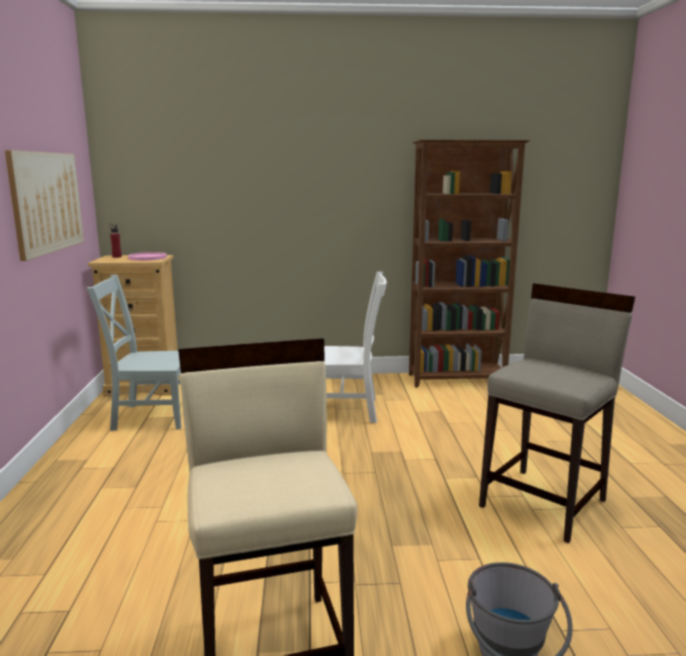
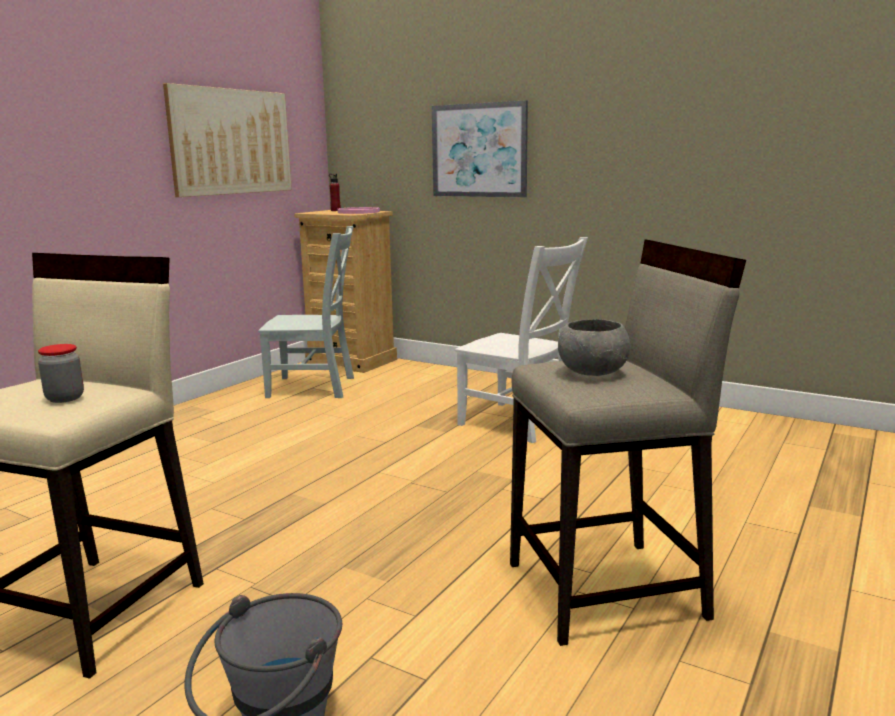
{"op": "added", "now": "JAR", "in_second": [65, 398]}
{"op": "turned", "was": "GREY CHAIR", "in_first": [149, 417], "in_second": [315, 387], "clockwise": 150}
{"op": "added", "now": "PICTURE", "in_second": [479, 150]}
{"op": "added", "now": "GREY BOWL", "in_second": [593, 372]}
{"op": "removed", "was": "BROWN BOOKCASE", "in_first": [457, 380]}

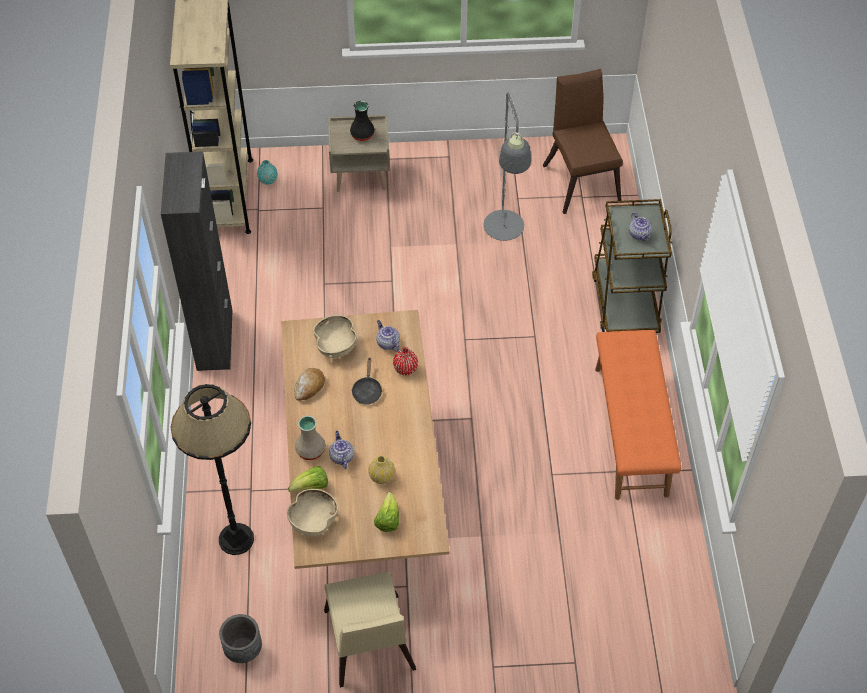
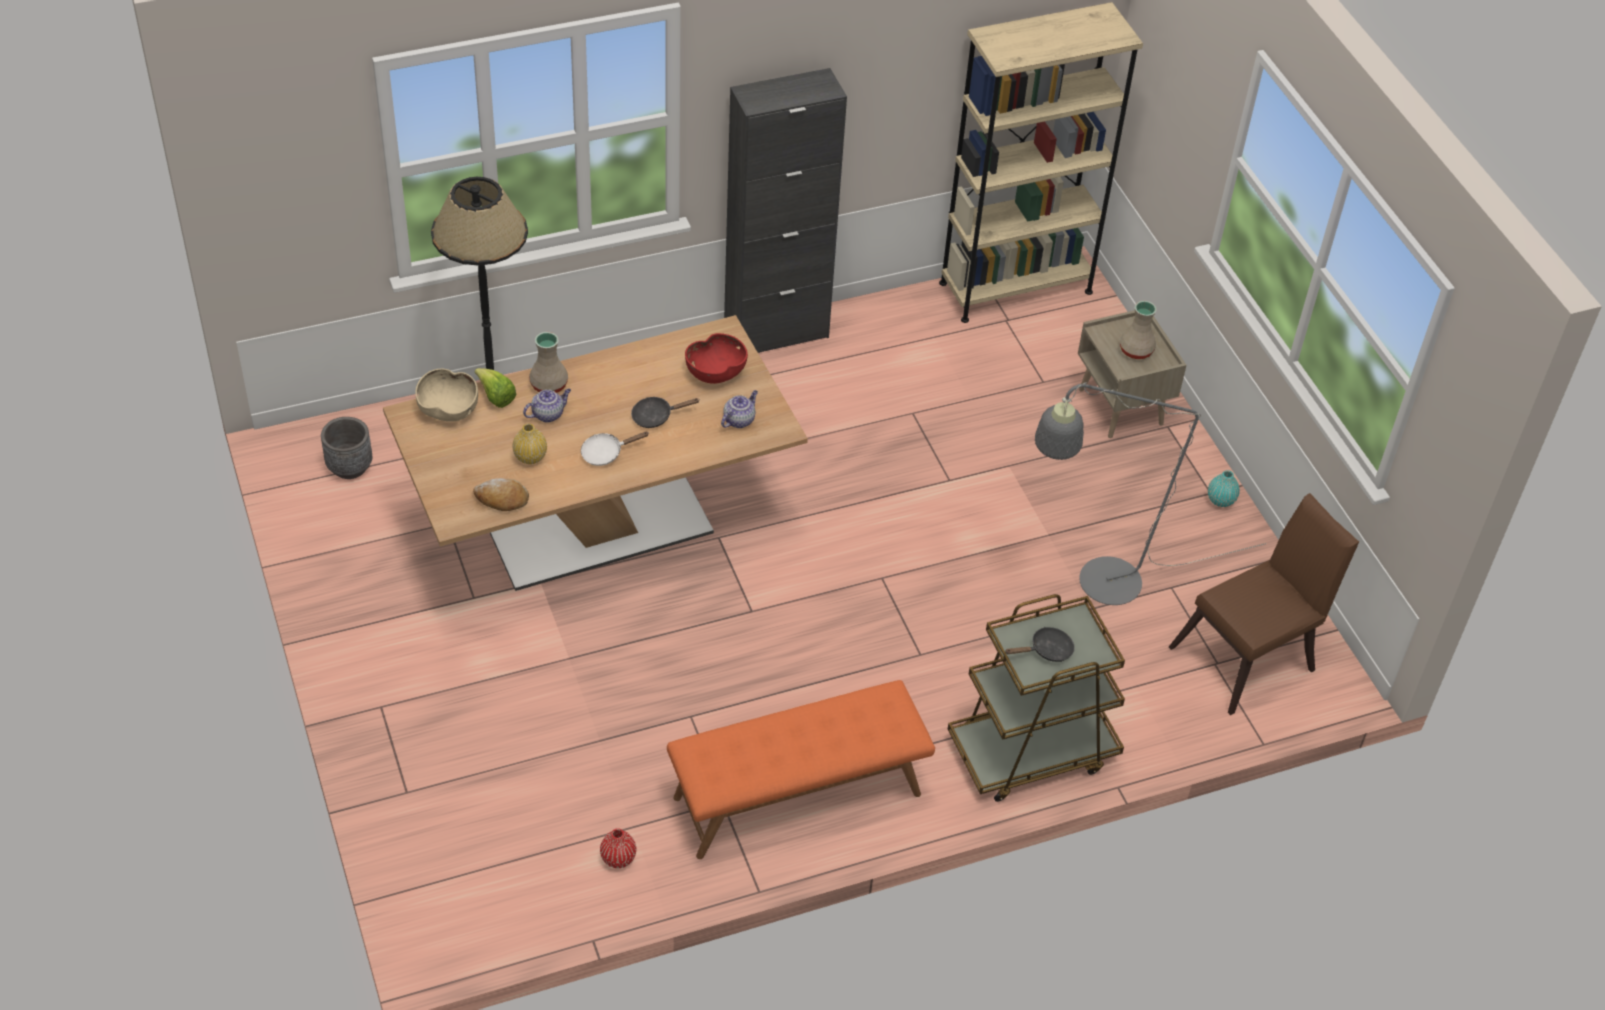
{"op": "moved", "was": "BREAD", "in_first": [309, 387], "in_second": [502, 499]}
{"op": "added", "now": "WHITE FRYING PAN", "in_second": [606, 453]}
{"op": "moved", "was": "RED VASE", "in_first": [405, 369], "in_second": [618, 858]}
{"op": "recoloured", "was": "BEIGE BOWL", "now": "RED BOWL", "in_first": [336, 346], "in_second": [716, 373]}
{"op": "replaced", "was": "TEAPOT", "now": "BLACK FRYING PAN", "in_first": [639, 234], "in_second": [1047, 650]}
{"op": "recoloured", "was": "BLACK VASE", "now": "BEIGE VASE", "in_first": [362, 135], "in_second": [1135, 350]}
{"op": "moved", "was": "TURQUOISE VASE", "in_first": [268, 180], "in_second": [1221, 500]}
{"op": "removed", "was": "BEIGE CHAIR", "in_first": [369, 647]}
{"op": "removed", "was": "LETTUCE", "in_first": [387, 519]}

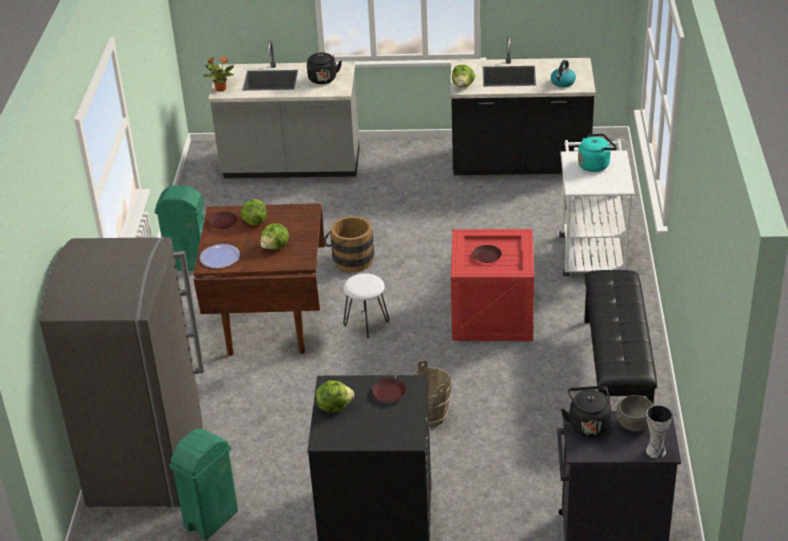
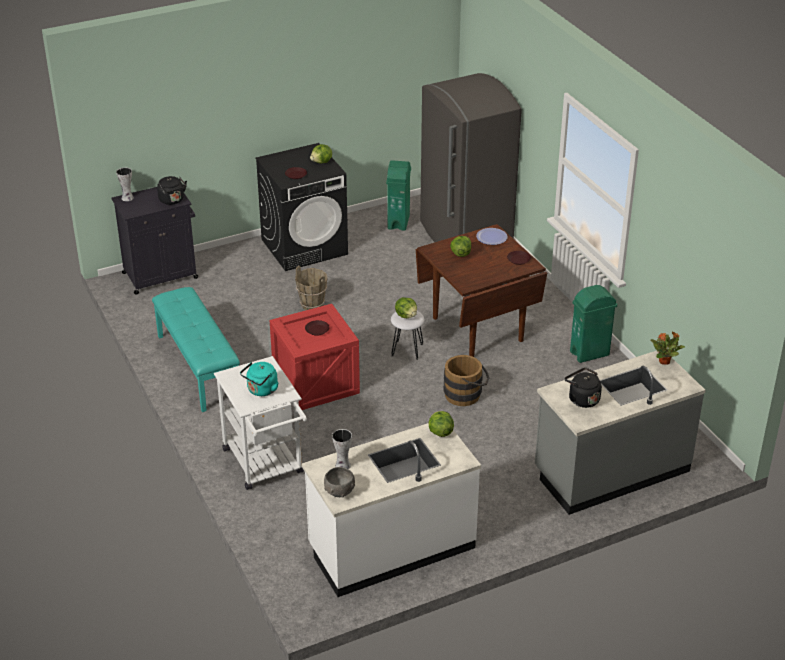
{"op": "recoloured", "was": "BLACK BENCH", "now": "TURQUOISE BENCH", "in_first": [616, 373], "in_second": [197, 367]}
{"op": "recoloured", "was": "BLACK COUNTER", "now": "WHITE COUNTER", "in_first": [520, 163], "in_second": [391, 547]}
{"op": "moved", "was": "GREY BOWL", "in_first": [634, 424], "in_second": [339, 491]}
{"op": "replaced", "was": "KETTLE", "now": "VASE", "in_first": [562, 82], "in_second": [342, 466]}
{"op": "moved", "was": "LETTUCE", "in_first": [254, 221], "in_second": [406, 315]}

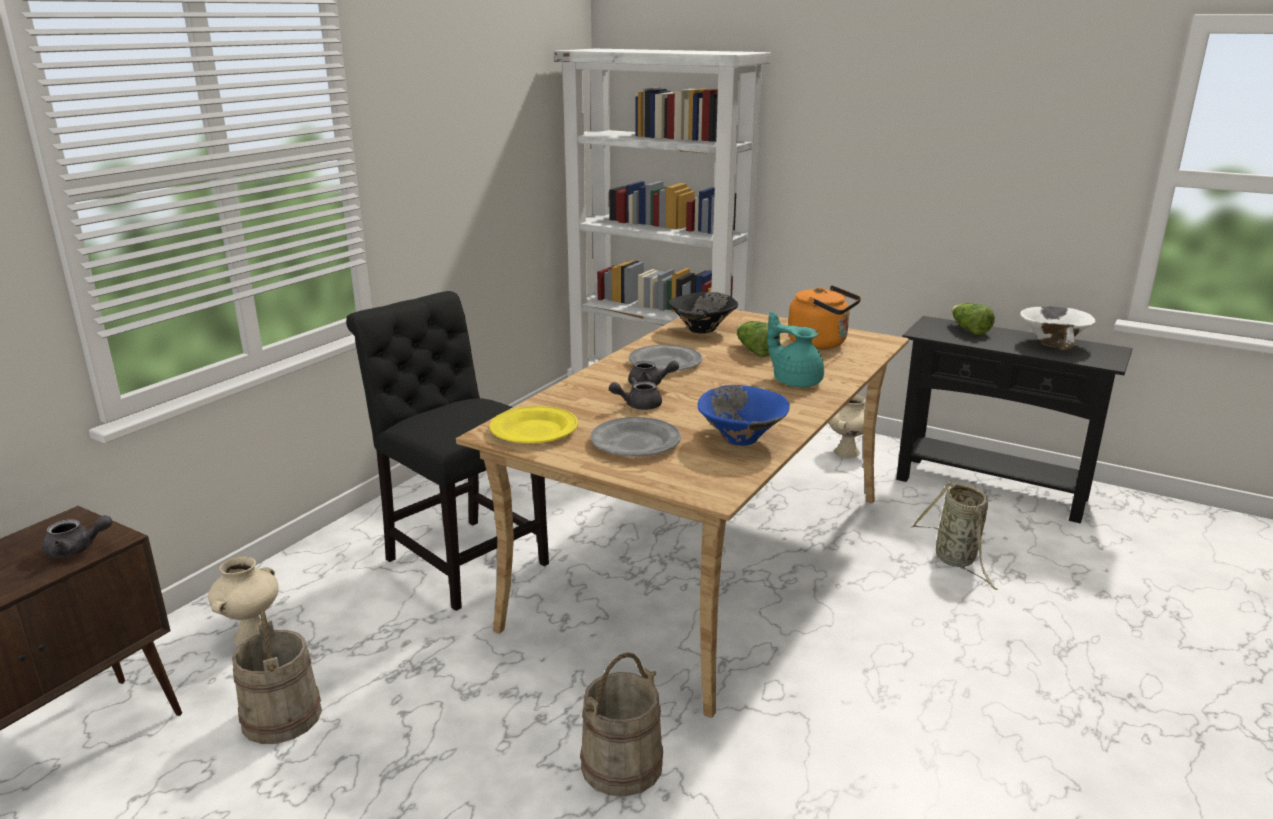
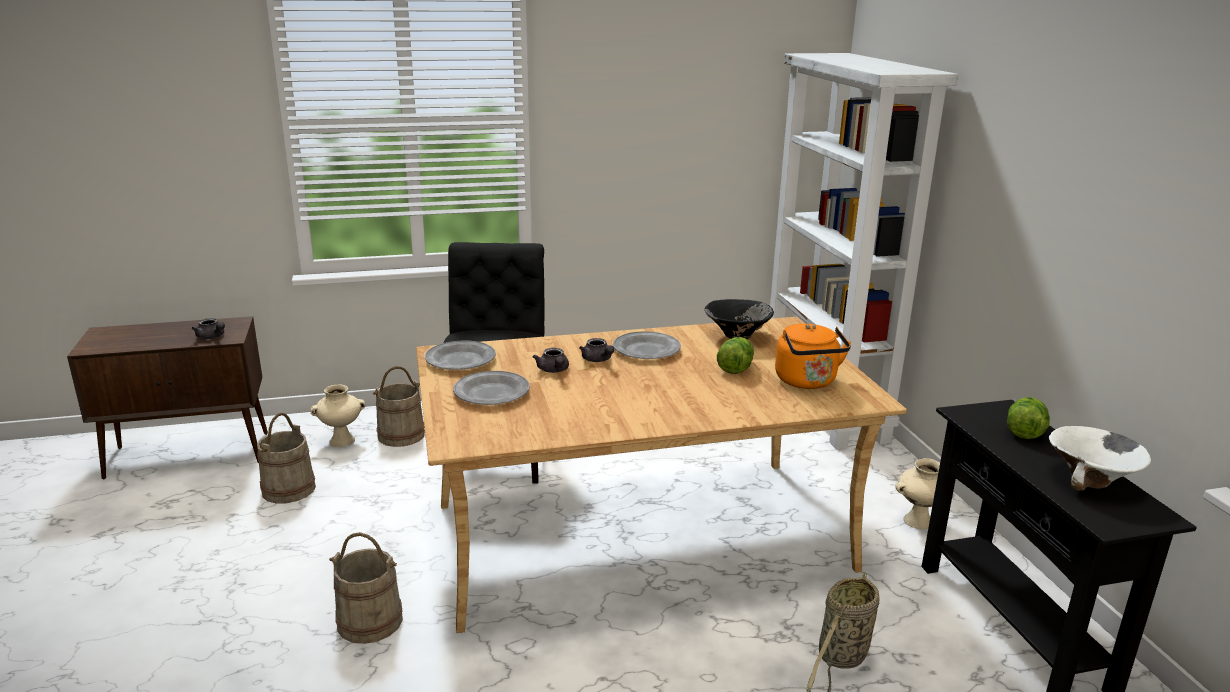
{"op": "added", "now": "BEIGE BUCKET", "in_second": [401, 435]}
{"op": "recoloured", "was": "YELLOW PLATE", "now": "GREY PLATE", "in_first": [533, 430], "in_second": [460, 360]}
{"op": "turned", "was": "GREY TEAPOT", "in_first": [637, 405], "in_second": [553, 370], "clockwise": -135}
{"op": "removed", "was": "BLUE BOWL", "in_first": [741, 440]}
{"op": "removed", "was": "TURQUOISE TEAPOT", "in_first": [795, 381]}

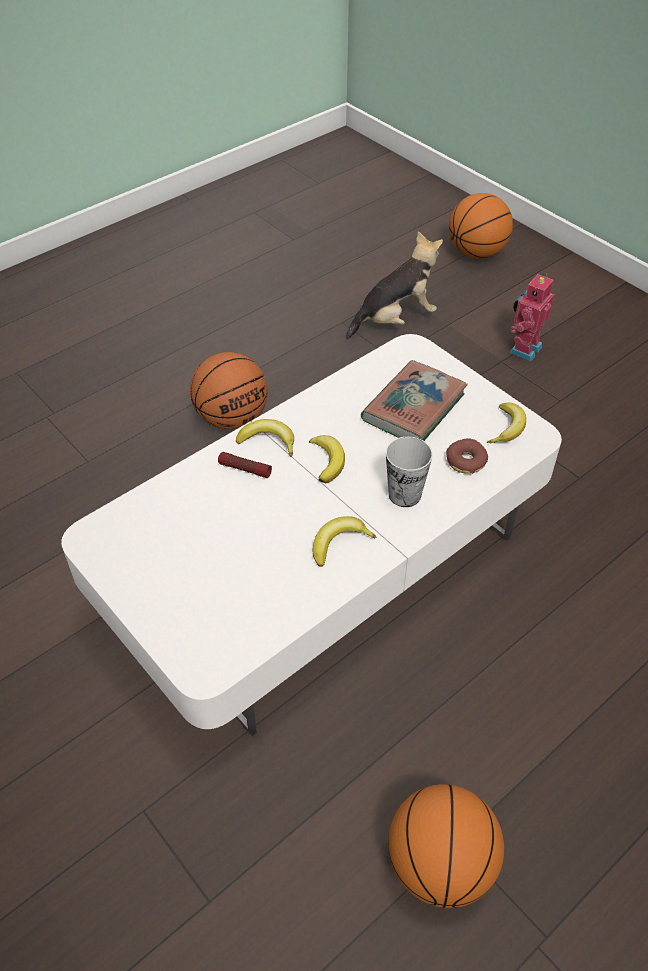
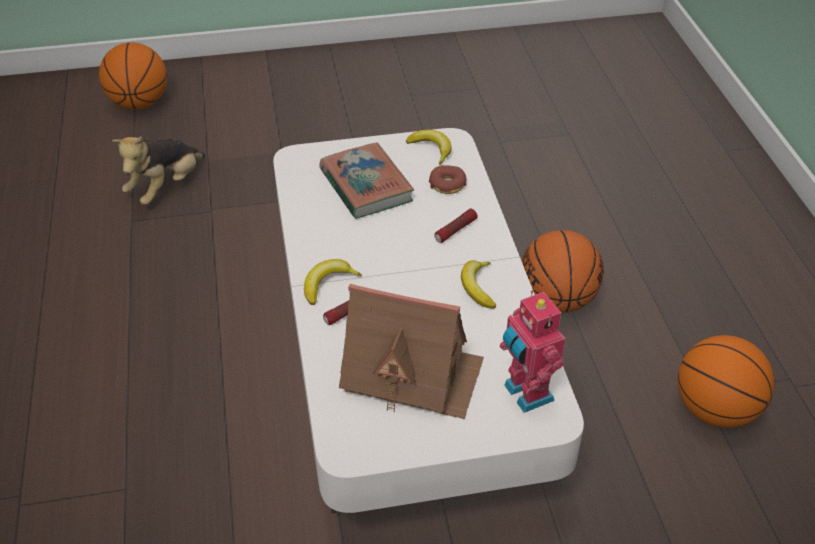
{"op": "turned", "was": "PLUSH TOY", "in_first": [395, 319], "in_second": [166, 187], "clockwise": -150}
{"op": "added", "now": "TOY HOUSE", "in_second": [412, 374]}
{"op": "replaced", "was": "CUP", "now": "FLASHLIGHT", "in_first": [404, 494], "in_second": [455, 230]}
{"op": "moved", "was": "TOY ROBOT", "in_first": [523, 349], "in_second": [525, 394]}
{"op": "moved", "was": "BASKETBALL", "in_first": [232, 418], "in_second": [557, 300]}
{"op": "removed", "was": "BANANA", "in_first": [328, 460]}

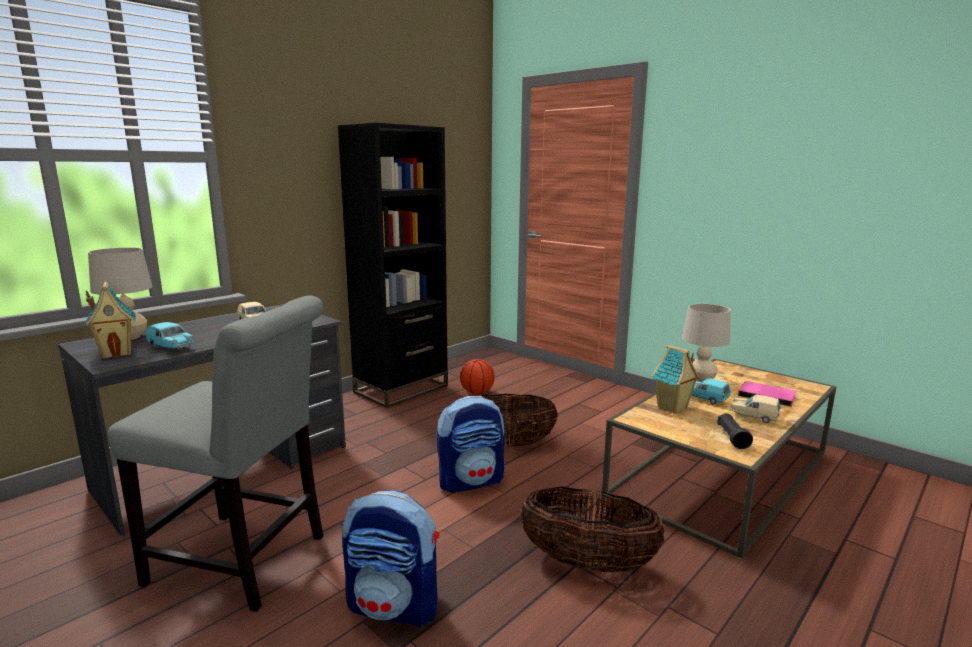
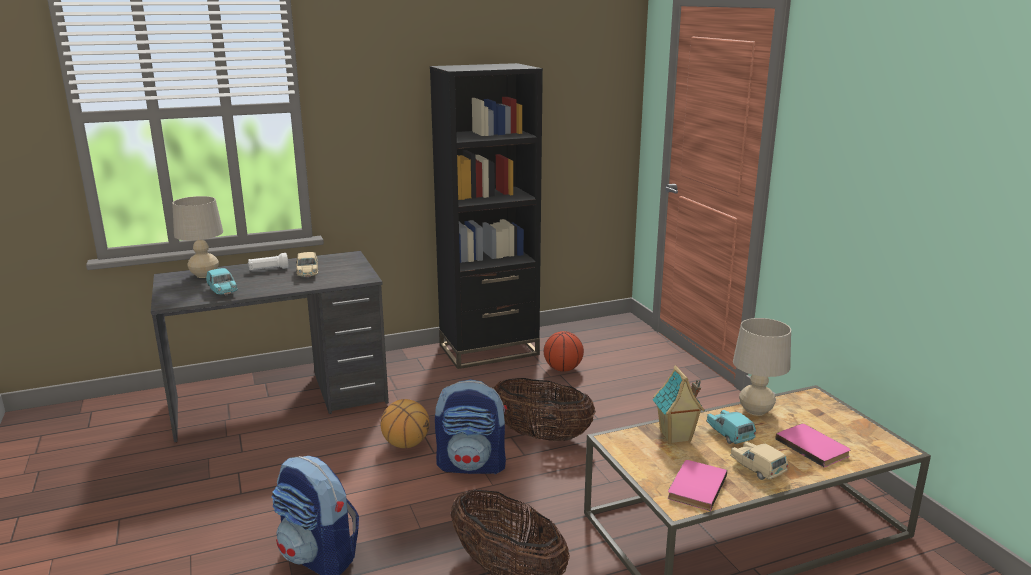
{"op": "added", "now": "WHITE FLASHLIGHT", "in_second": [268, 270]}
{"op": "added", "now": "BASKETBALL", "in_second": [406, 444]}
{"op": "replaced", "was": "BLACK FLASHLIGHT", "now": "PINK BOOK", "in_first": [732, 438], "in_second": [694, 486]}
{"op": "removed", "was": "TOY HOUSE", "in_first": [117, 353]}
{"op": "removed", "was": "GREY CHAIR", "in_first": [245, 561]}

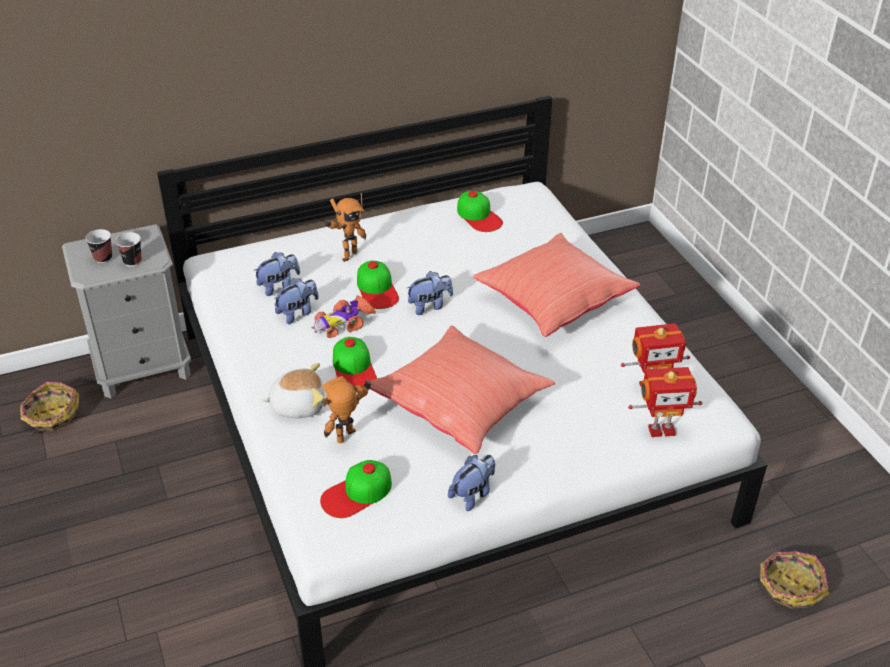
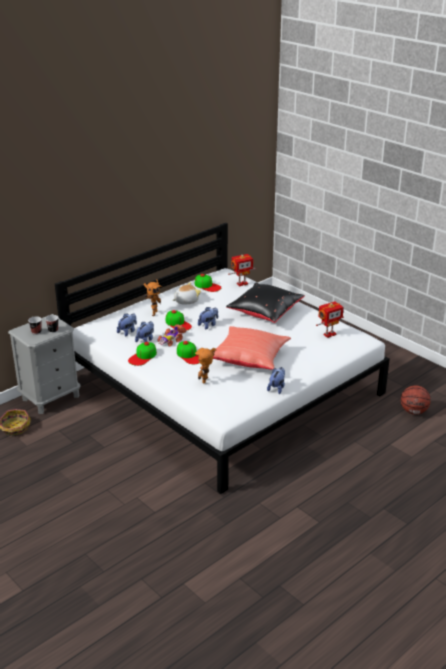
{"op": "moved", "was": "CAP", "in_first": [356, 493], "in_second": [142, 357]}
{"op": "moved", "was": "PLUSH TOY", "in_first": [297, 405], "in_second": [186, 301]}
{"op": "recoloured", "was": "RED PILLOW", "now": "BLACK PILLOW", "in_first": [552, 301], "in_second": [265, 312]}
{"op": "moved", "was": "TOY ROBOT", "in_first": [661, 429], "in_second": [242, 283]}
{"op": "replaced", "was": "BASKET", "now": "BASKETBALL", "in_first": [789, 587], "in_second": [414, 411]}

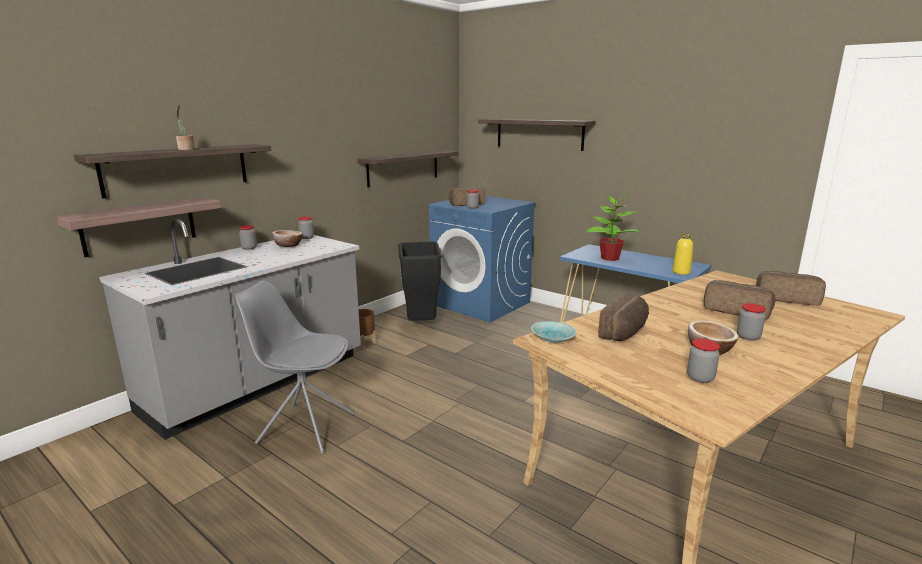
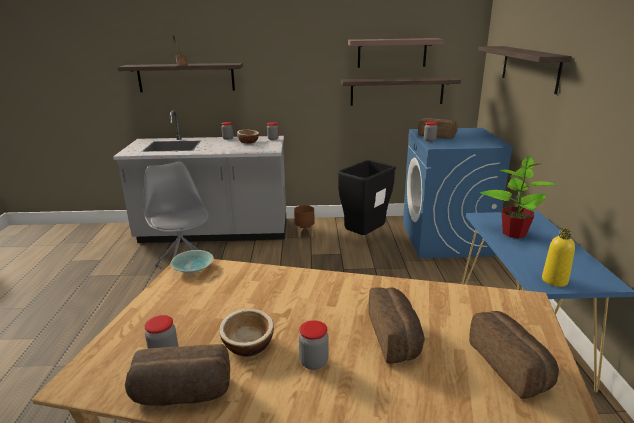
{"op": "moved", "was": "BREAD", "in_first": [625, 332], "in_second": [182, 395]}
{"op": "moved", "was": "SHELF", "in_first": [140, 226], "in_second": [392, 53]}

